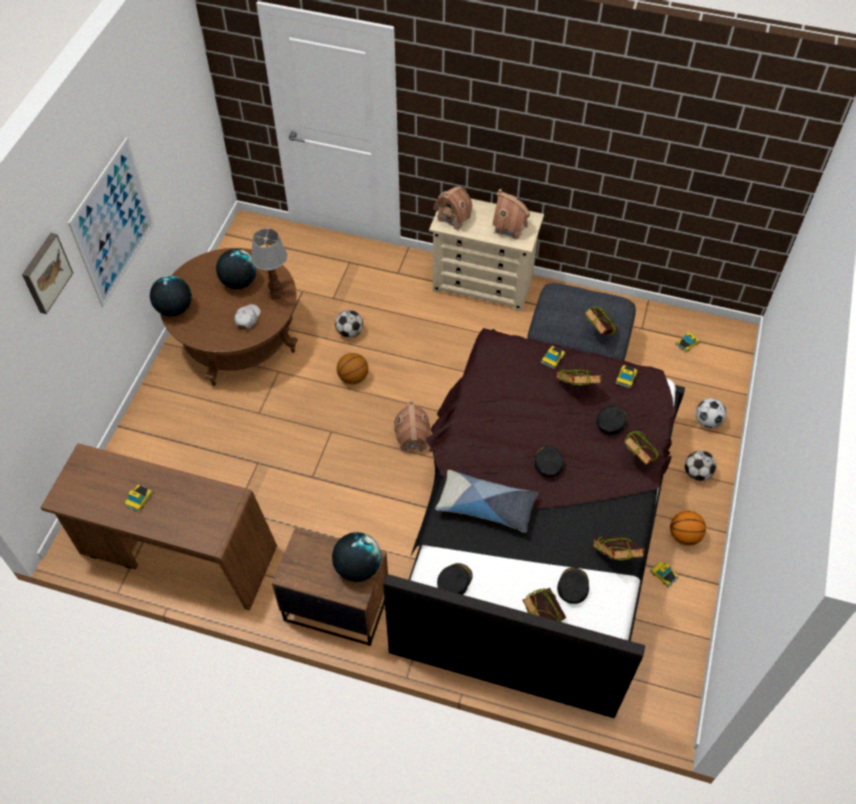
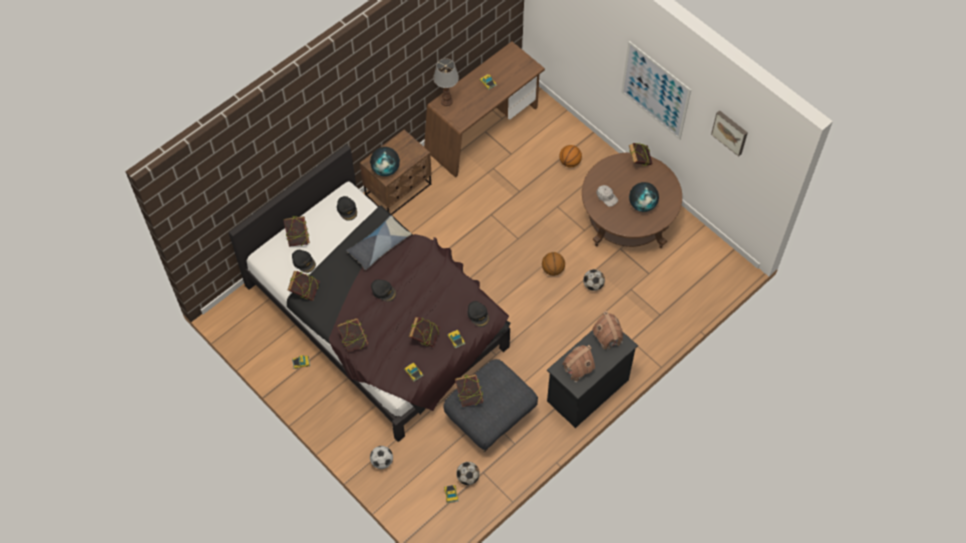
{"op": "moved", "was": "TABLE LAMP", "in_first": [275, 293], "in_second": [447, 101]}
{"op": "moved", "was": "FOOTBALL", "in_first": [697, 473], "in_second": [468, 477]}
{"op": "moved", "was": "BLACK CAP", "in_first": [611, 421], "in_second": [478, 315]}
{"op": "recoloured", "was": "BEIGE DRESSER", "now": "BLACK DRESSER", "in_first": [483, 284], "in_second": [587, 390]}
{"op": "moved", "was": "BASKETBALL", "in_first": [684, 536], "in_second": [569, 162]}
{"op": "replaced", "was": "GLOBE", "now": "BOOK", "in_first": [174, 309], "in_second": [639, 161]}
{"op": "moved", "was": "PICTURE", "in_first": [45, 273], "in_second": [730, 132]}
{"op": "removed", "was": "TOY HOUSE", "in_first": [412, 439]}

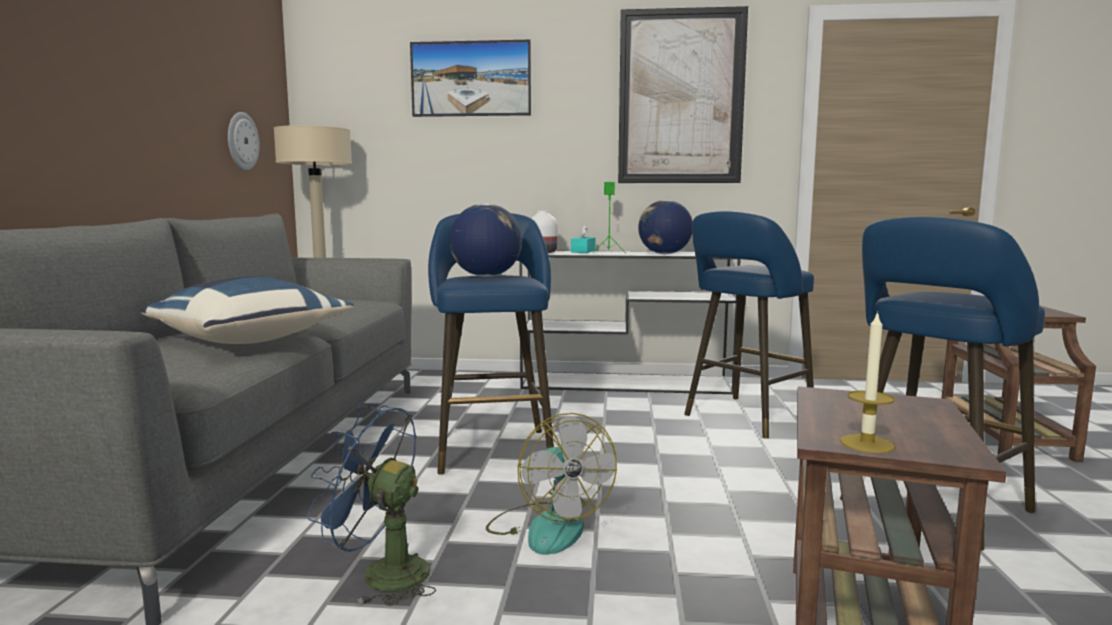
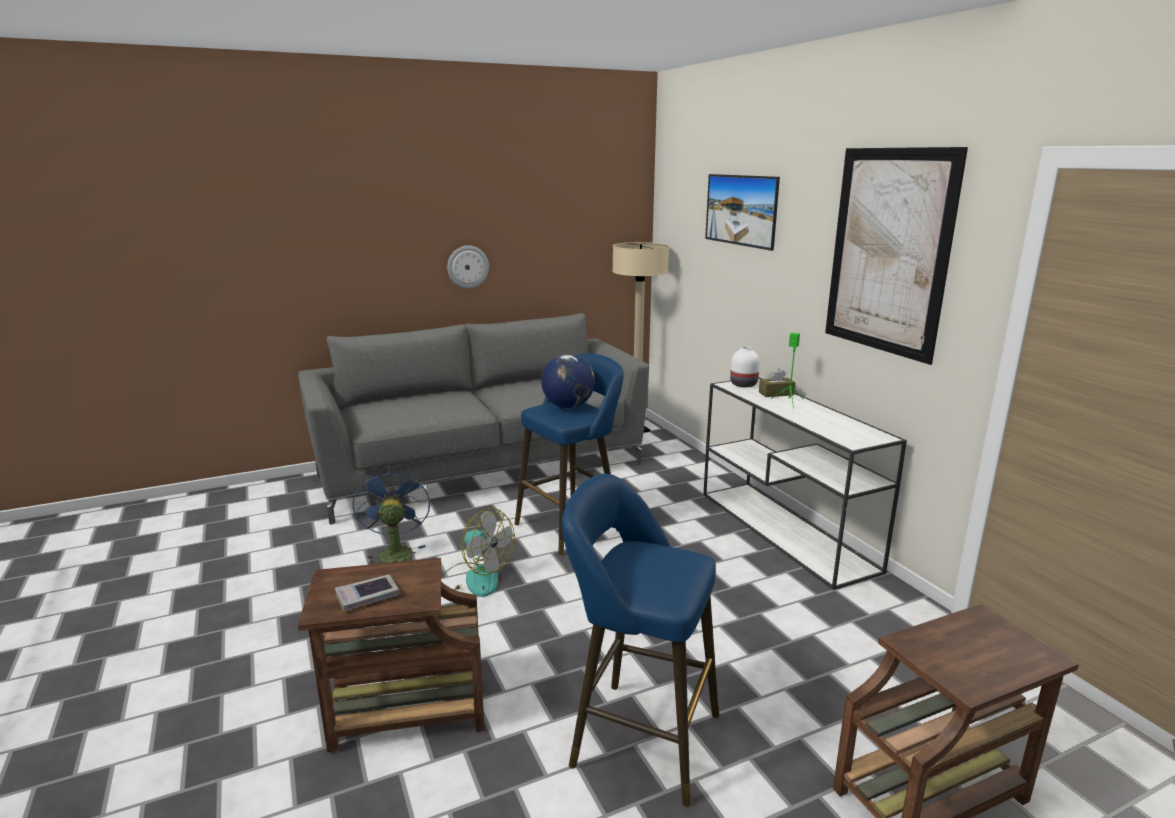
{"op": "added", "now": "BOOK", "in_second": [367, 597]}
{"op": "turned", "was": "FAN", "in_first": [548, 526], "in_second": [474, 578], "clockwise": -90}
{"op": "moved", "was": "WALL CLOCK", "in_first": [242, 141], "in_second": [467, 266]}
{"op": "recoloured", "was": "TURQUOISE TISSUE BOX", "now": "BROWN TISSUE BOX", "in_first": [583, 251], "in_second": [776, 393]}
{"op": "removed", "was": "BLUE PILLOW", "in_first": [249, 340]}
{"op": "removed", "was": "GLOBE", "in_first": [664, 254]}
{"op": "removed", "was": "BLUE STOOL", "in_first": [745, 418]}
{"op": "removed", "was": "CANDLE", "in_first": [867, 444]}

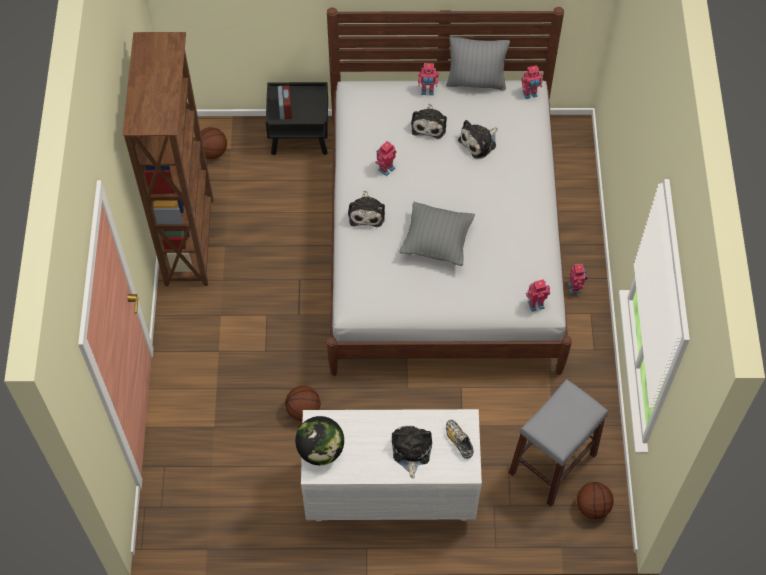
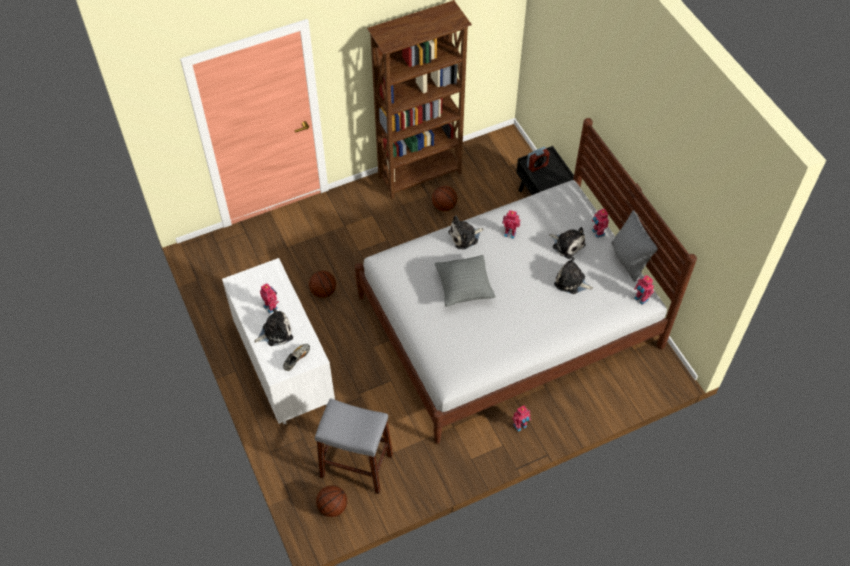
{"op": "moved", "was": "TOY ROBOT", "in_first": [535, 304], "in_second": [271, 306]}
{"op": "moved", "was": "BASKETBALL", "in_first": [213, 152], "in_second": [444, 206]}
{"op": "turned", "was": "PLUSH TOY", "in_first": [429, 124], "in_second": [567, 245], "clockwise": -120}
{"op": "removed", "was": "GLOBE", "in_first": [320, 450]}

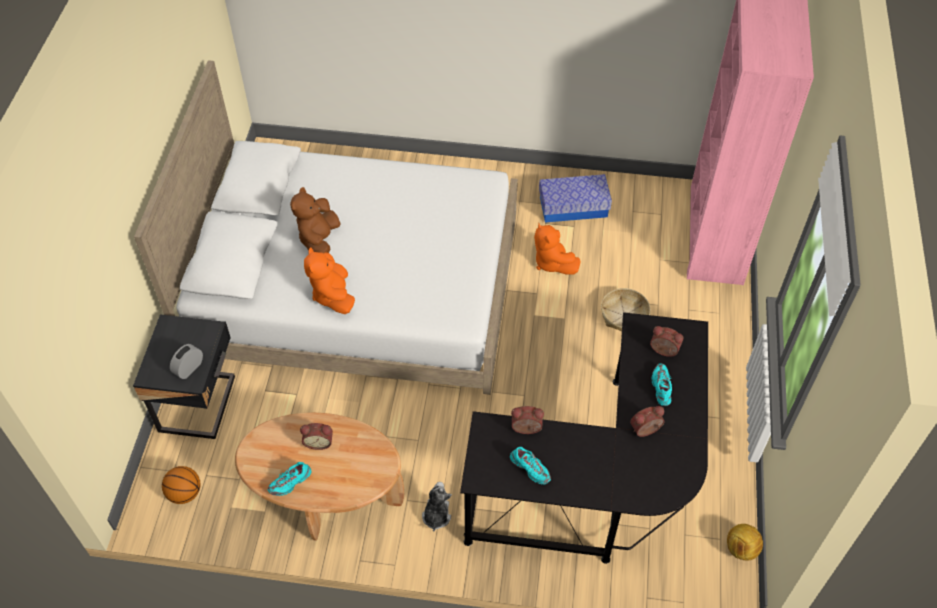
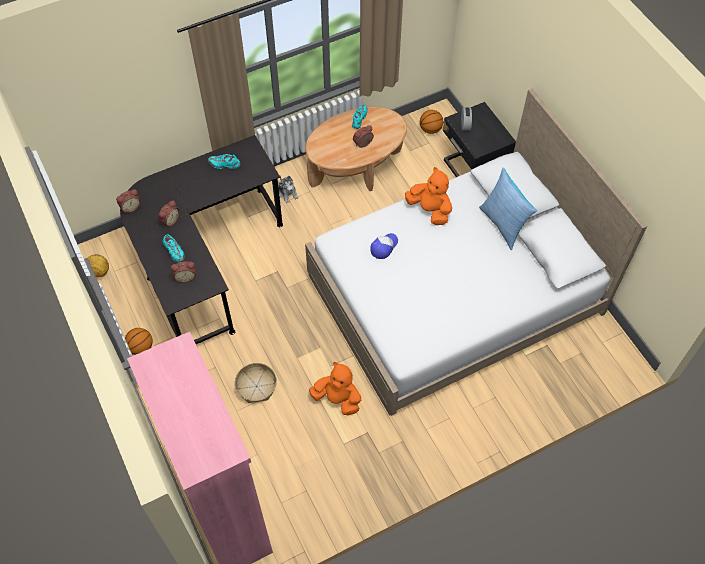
{"op": "moved", "was": "ALARM CLOCK", "in_first": [526, 429], "in_second": [130, 207]}
{"op": "added", "now": "BASKETBALL", "in_second": [141, 347]}
{"op": "added", "now": "CAP", "in_second": [384, 247]}
{"op": "added", "now": "PILLOW", "in_second": [503, 224]}
{"op": "removed", "was": "BROWN PLUSH TOY", "in_first": [319, 239]}
{"op": "removed", "was": "STORAGE BOX", "in_first": [573, 207]}

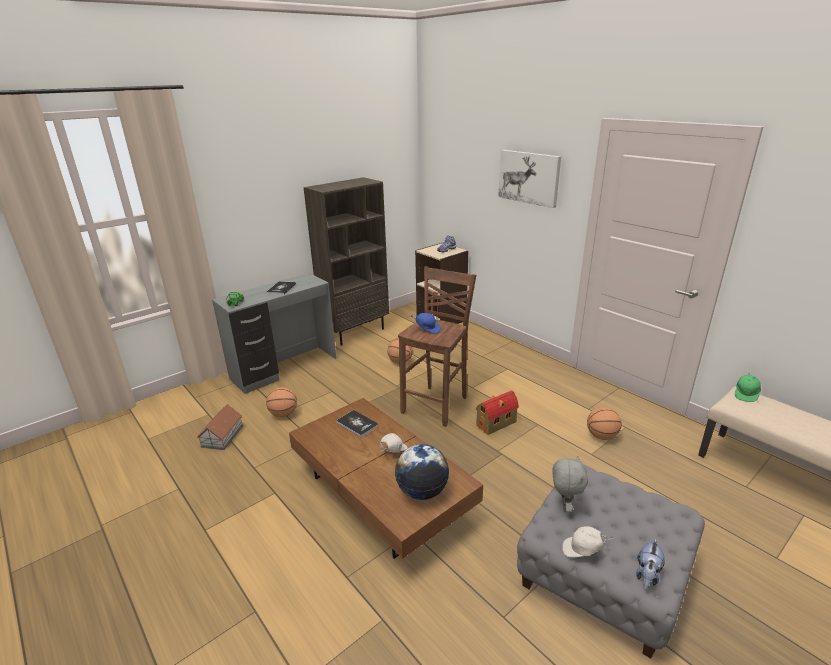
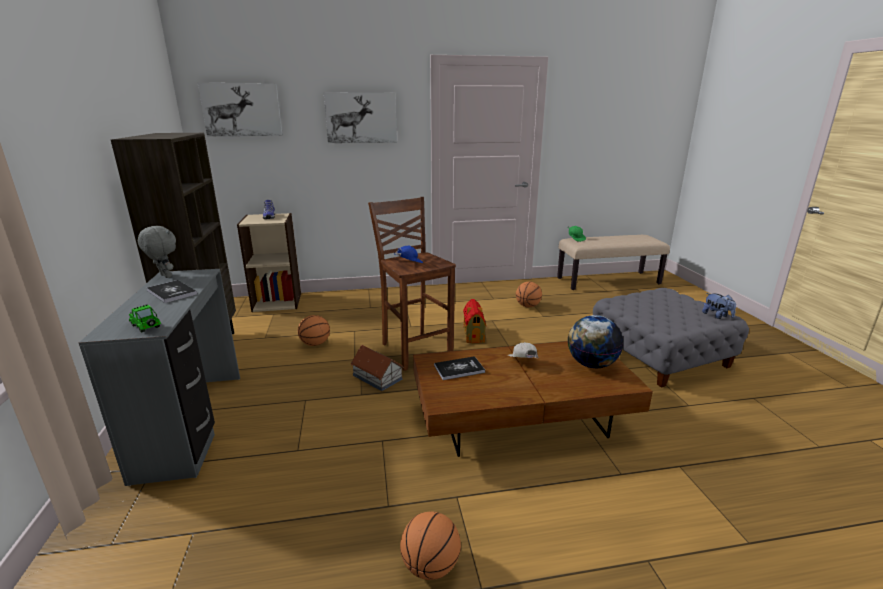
{"op": "moved", "was": "GREY PLUSH TOY", "in_first": [564, 506], "in_second": [164, 276]}
{"op": "added", "now": "PICTURE", "in_second": [242, 109]}
{"op": "moved", "was": "TOY HOUSE", "in_first": [223, 436], "in_second": [377, 377]}
{"op": "moved", "was": "BASKETBALL", "in_first": [283, 414], "in_second": [430, 566]}
{"op": "removed", "was": "WHITE CAP", "in_first": [582, 551]}

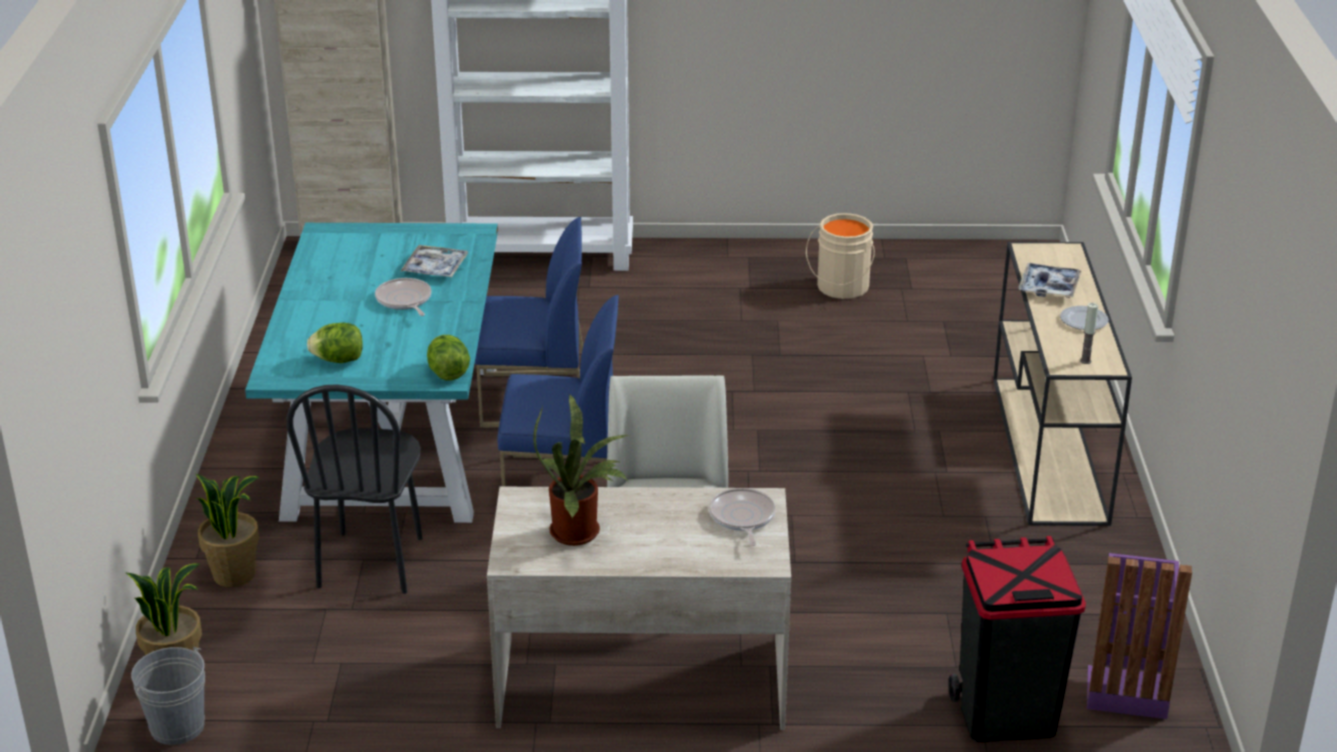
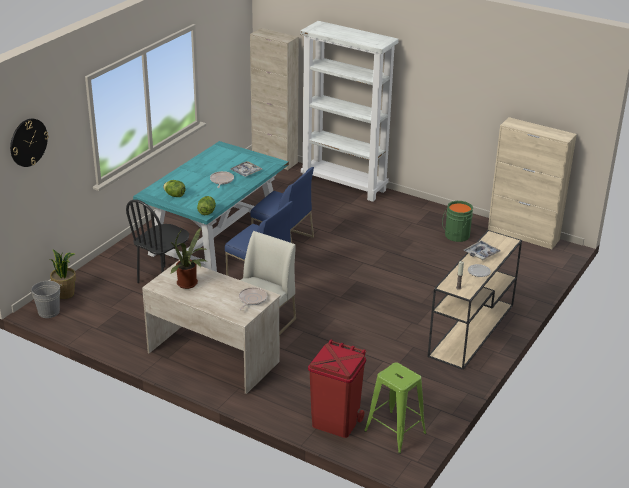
{"op": "added", "now": "WALL CLOCK", "in_second": [28, 142]}
{"op": "recoloured", "was": "BLACK TRASH CAN", "now": "RED TRASH CAN", "in_first": [1005, 714], "in_second": [335, 422]}
{"op": "replaced", "was": "PURPLE TRASH CAN", "now": "GREEN STOOL", "in_first": [1126, 688], "in_second": [395, 432]}
{"op": "recoloured", "was": "BEIGE BUCKET", "now": "GREEN BUCKET", "in_first": [841, 288], "in_second": [455, 235]}
{"op": "added", "now": "BEIGE CABINET", "in_second": [523, 235]}
{"op": "removed", "was": "POTTED PLANT", "in_first": [235, 574]}

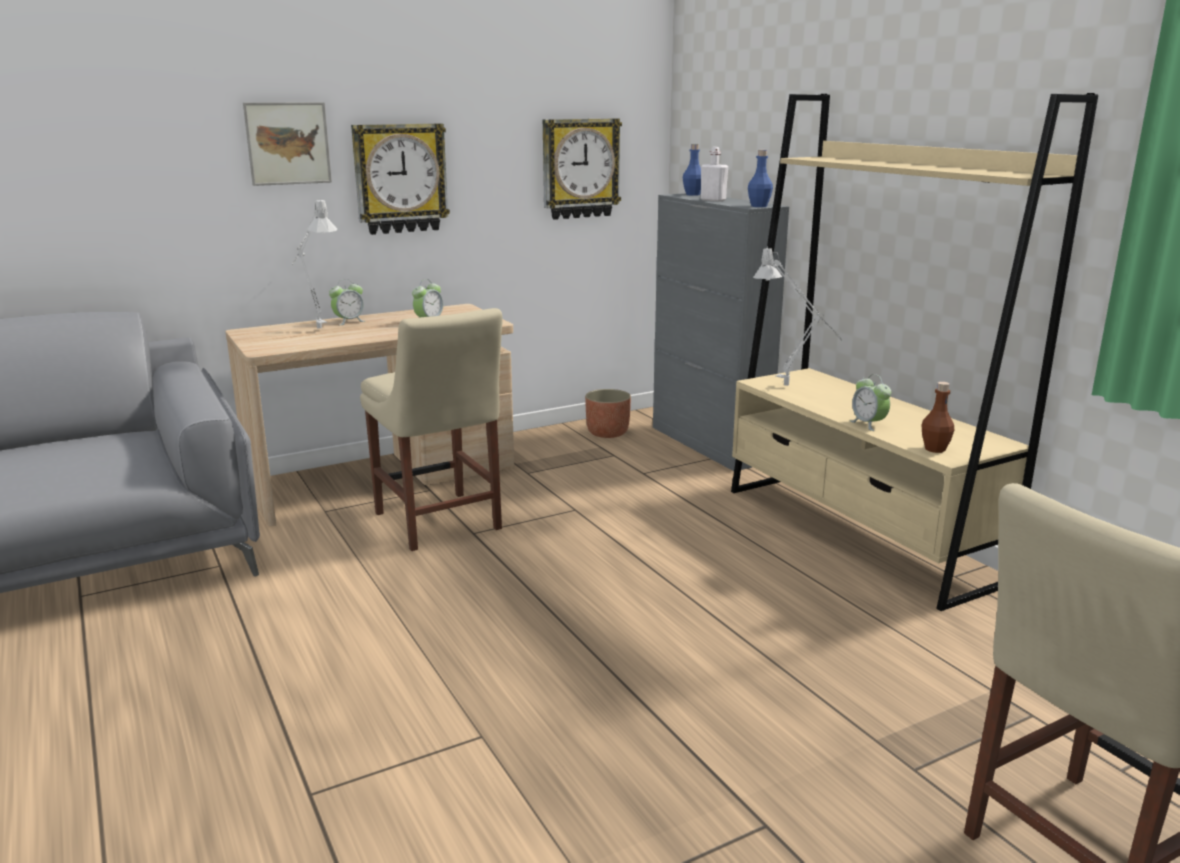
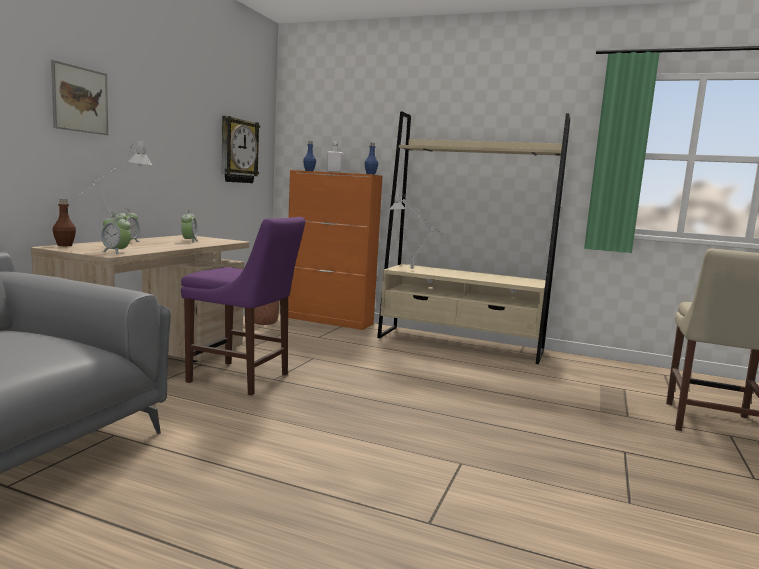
{"op": "moved", "was": "BROWN BOTTLE", "in_first": [934, 449], "in_second": [64, 245]}
{"op": "moved", "was": "ALARM CLOCK", "in_first": [868, 424], "in_second": [116, 252]}
{"op": "recoloured", "was": "BEIGE CHAIR", "now": "PURPLE CHAIR", "in_first": [439, 523], "in_second": [242, 379]}
{"op": "recoloured", "was": "GREY CABINET", "now": "ORANGE CABINET", "in_first": [709, 444], "in_second": [329, 321]}
{"op": "removed", "was": "WALL CLOCK", "in_first": [400, 178]}

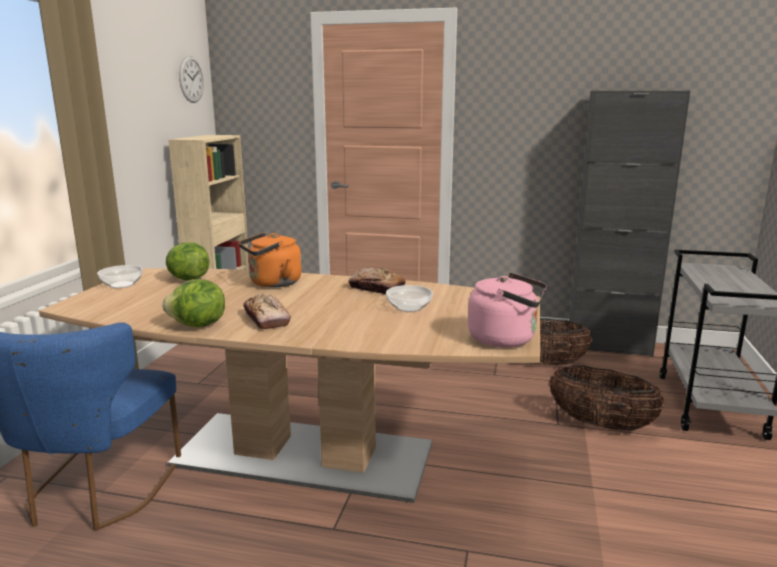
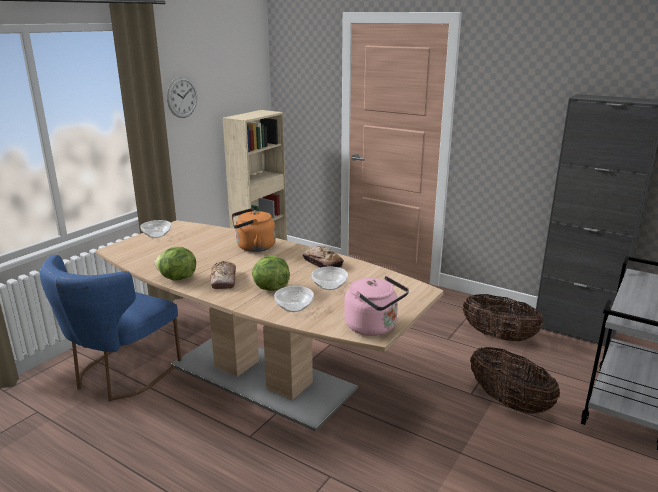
{"op": "moved", "was": "WALL CLOCK", "in_first": [191, 79], "in_second": [182, 97]}
{"op": "moved", "was": "LETTUCE", "in_first": [187, 279], "in_second": [270, 288]}
{"op": "added", "now": "BOWL", "in_second": [294, 307]}

